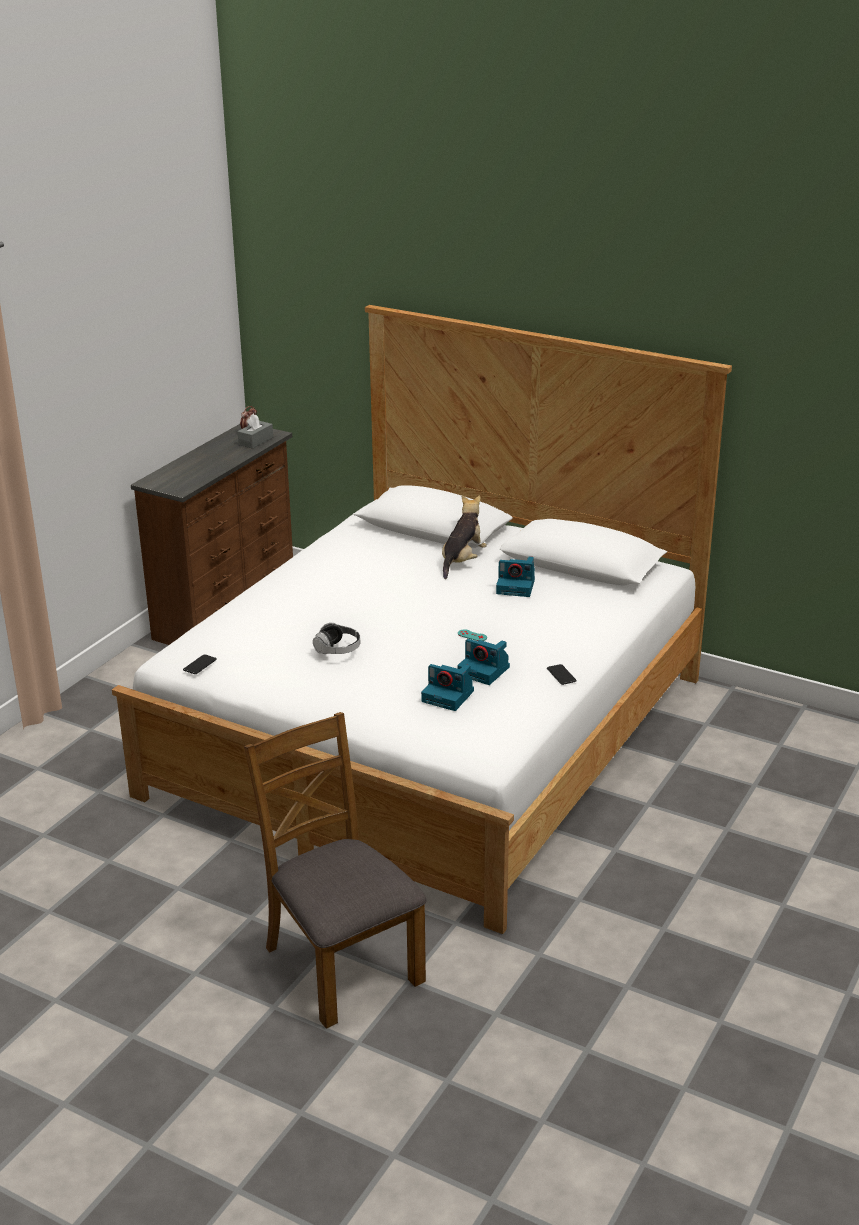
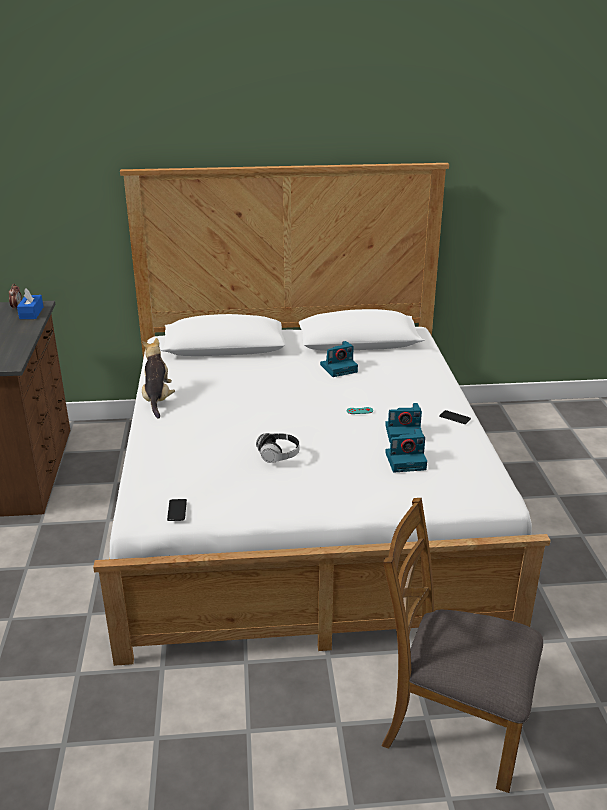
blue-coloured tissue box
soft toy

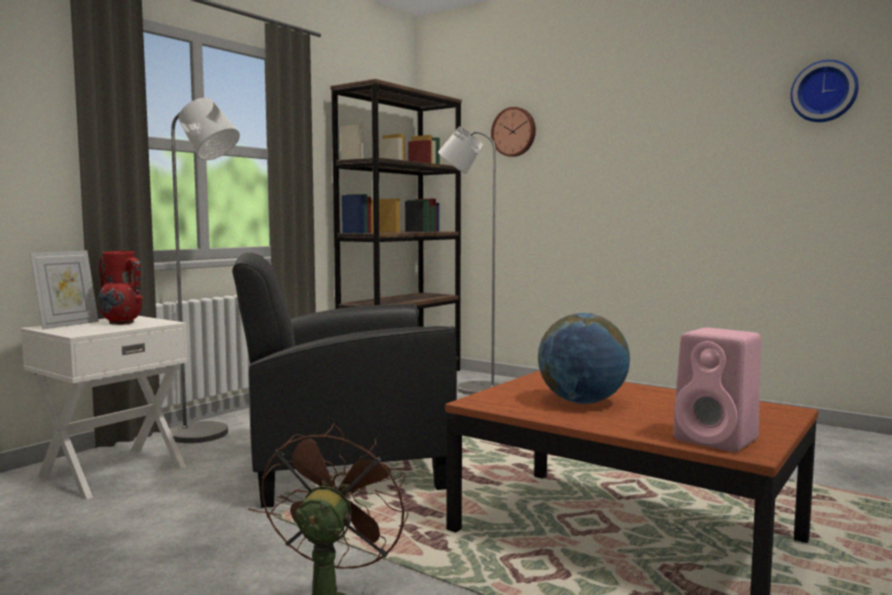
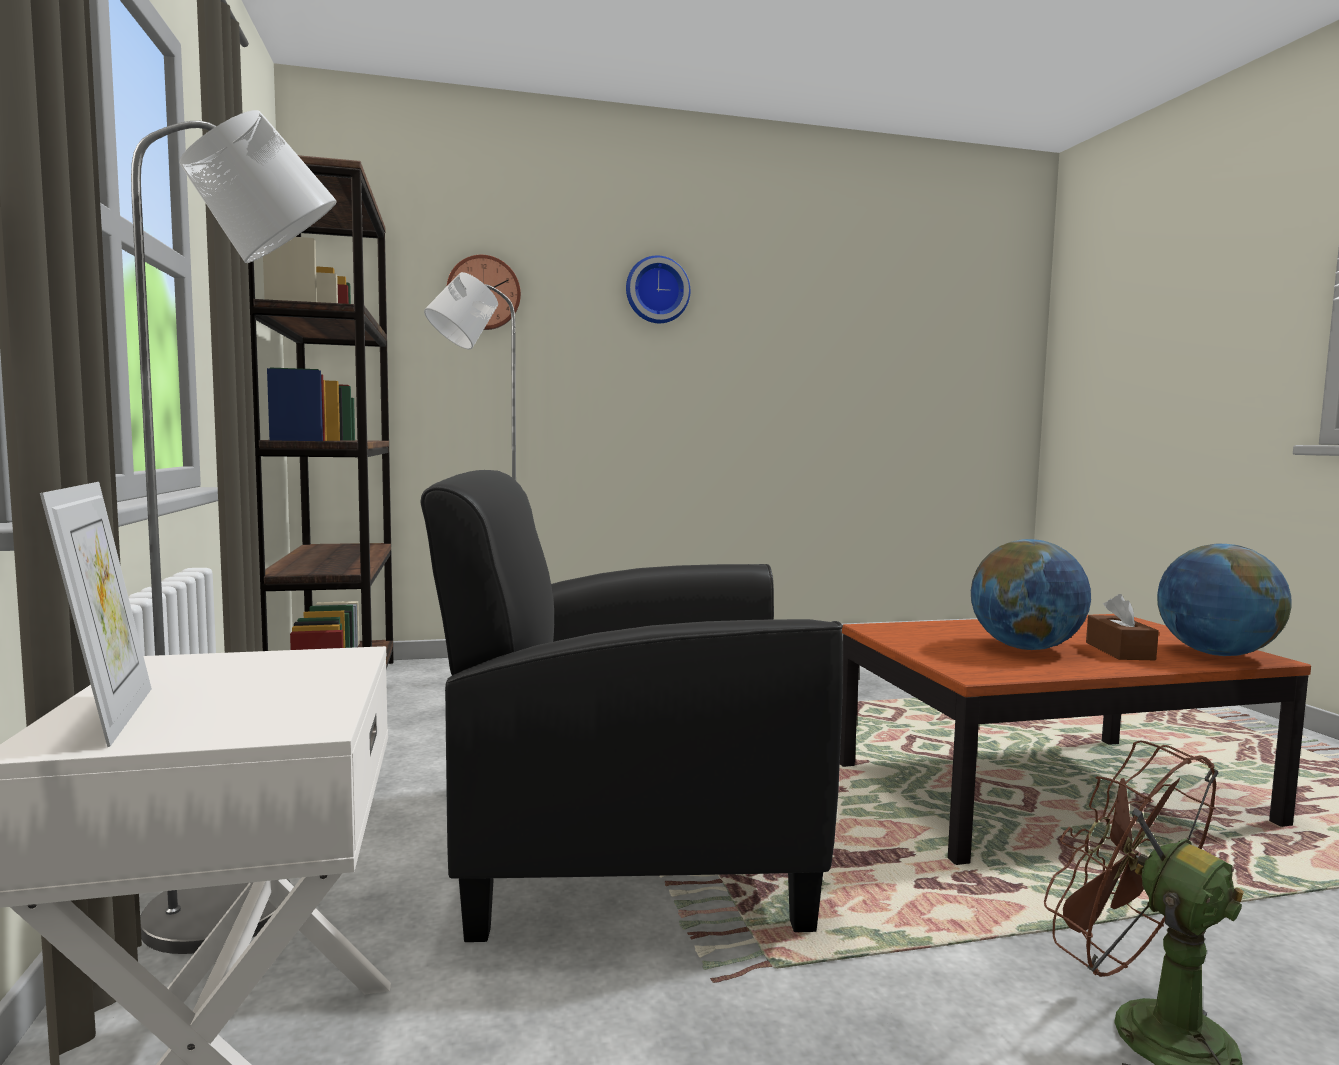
red decorative vase
black easy chair
world globe (no. 2 from left)
wall clock (no. 2 from left)
brown tissue box

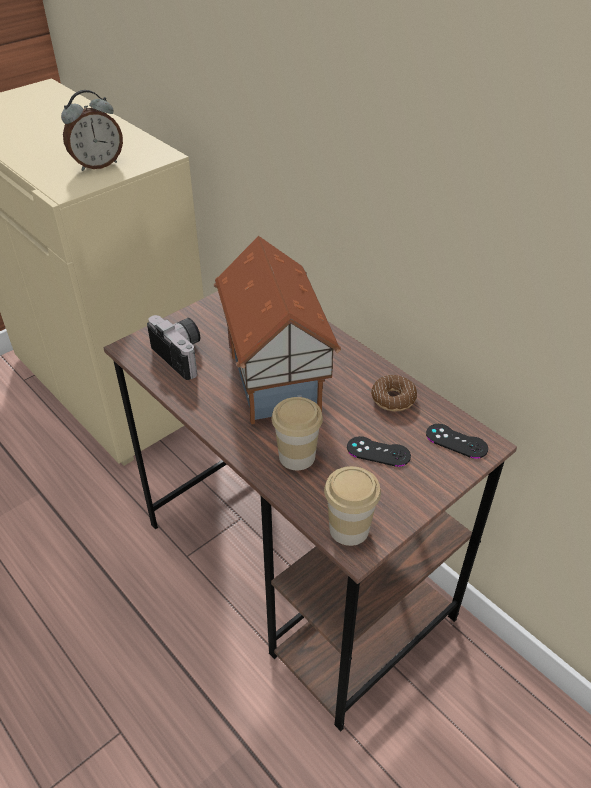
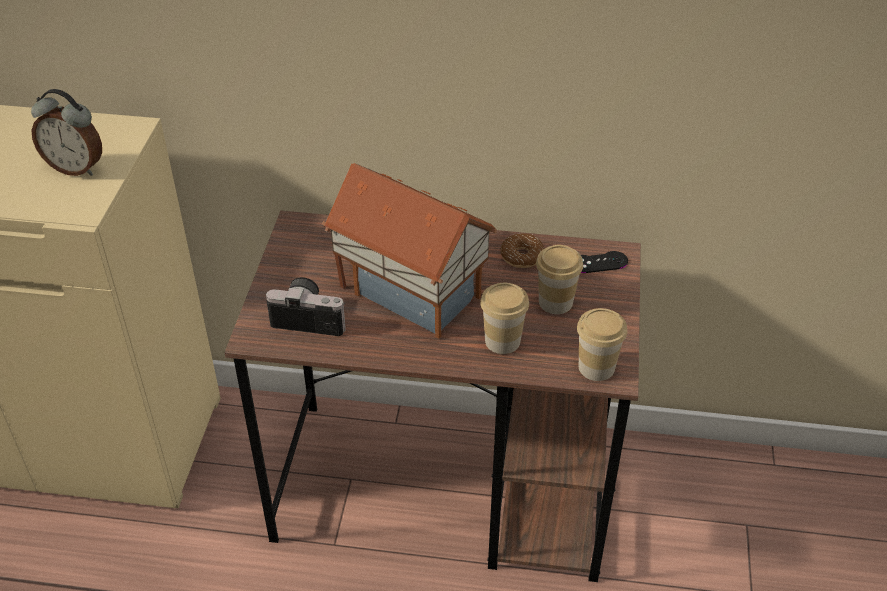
bedside clock
drinking cup (no. 2 from left)

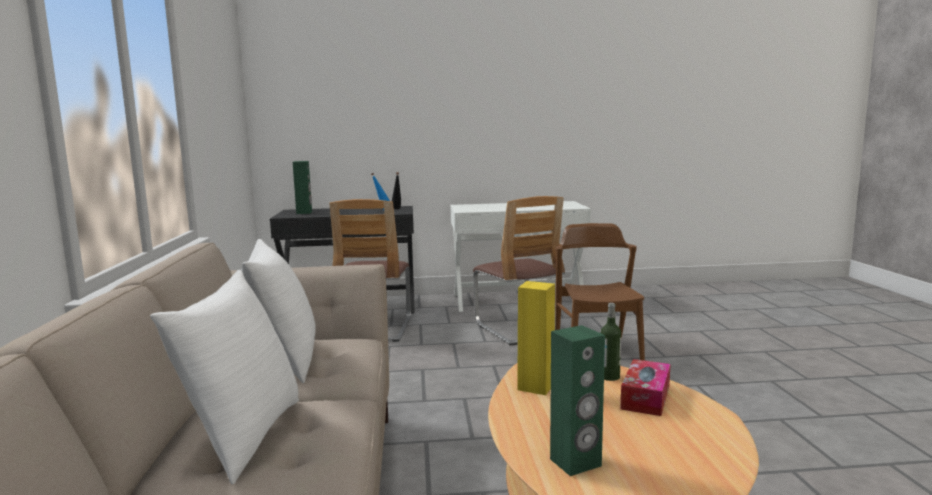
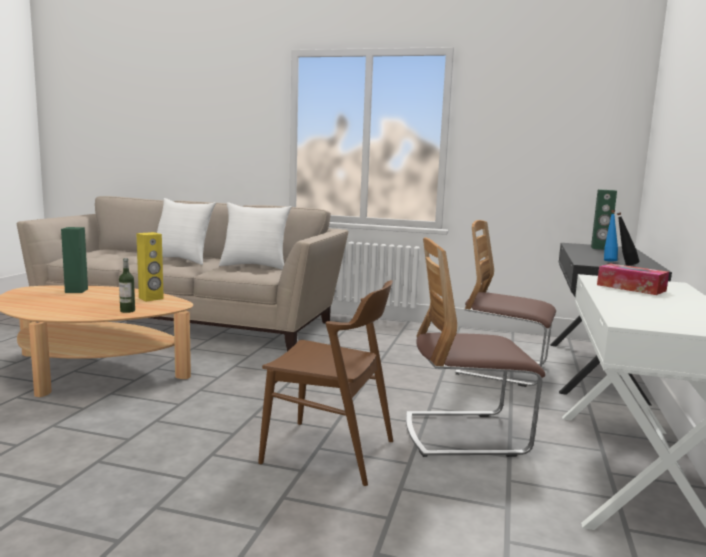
tissue box

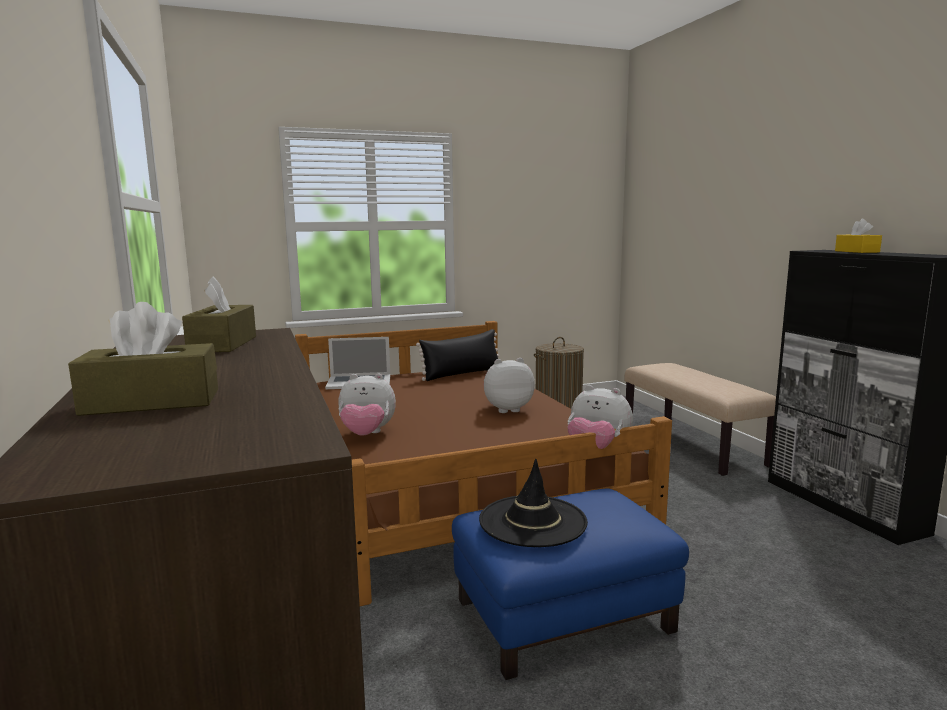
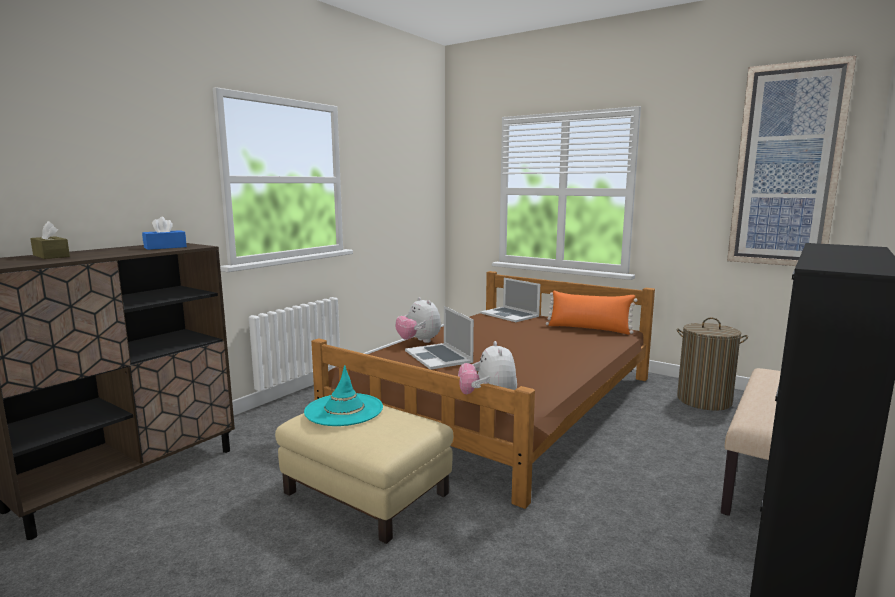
blue-coloured tissue box
orange-coloured throw pillow
beige ottoman
blue-green hat
soft toy (no. 2 from left in the first image)
yellowish tissue box
portable computer (no. 1 from left)
picture

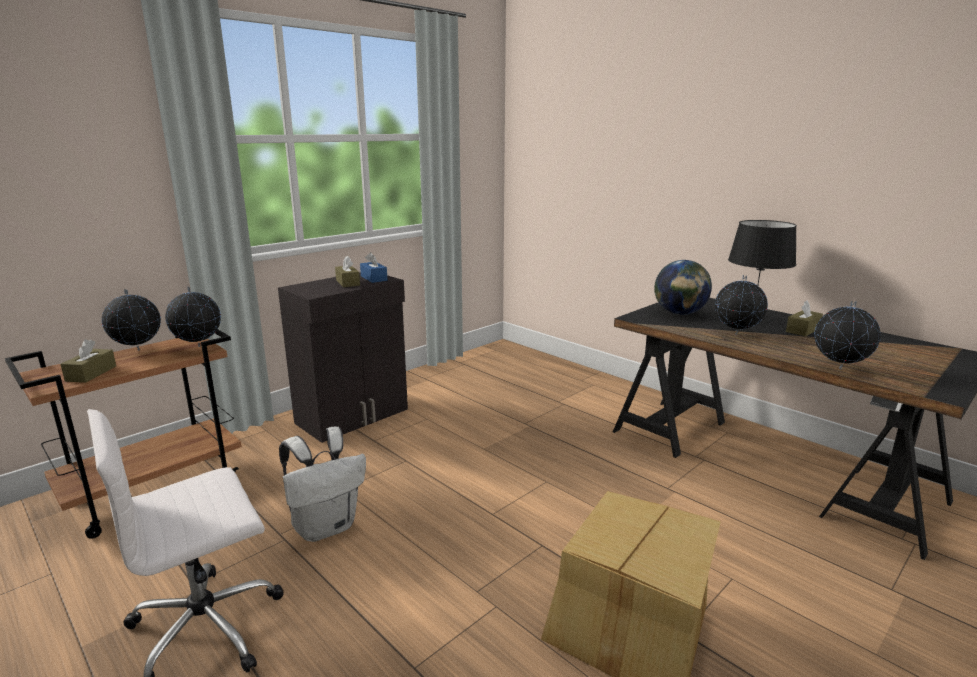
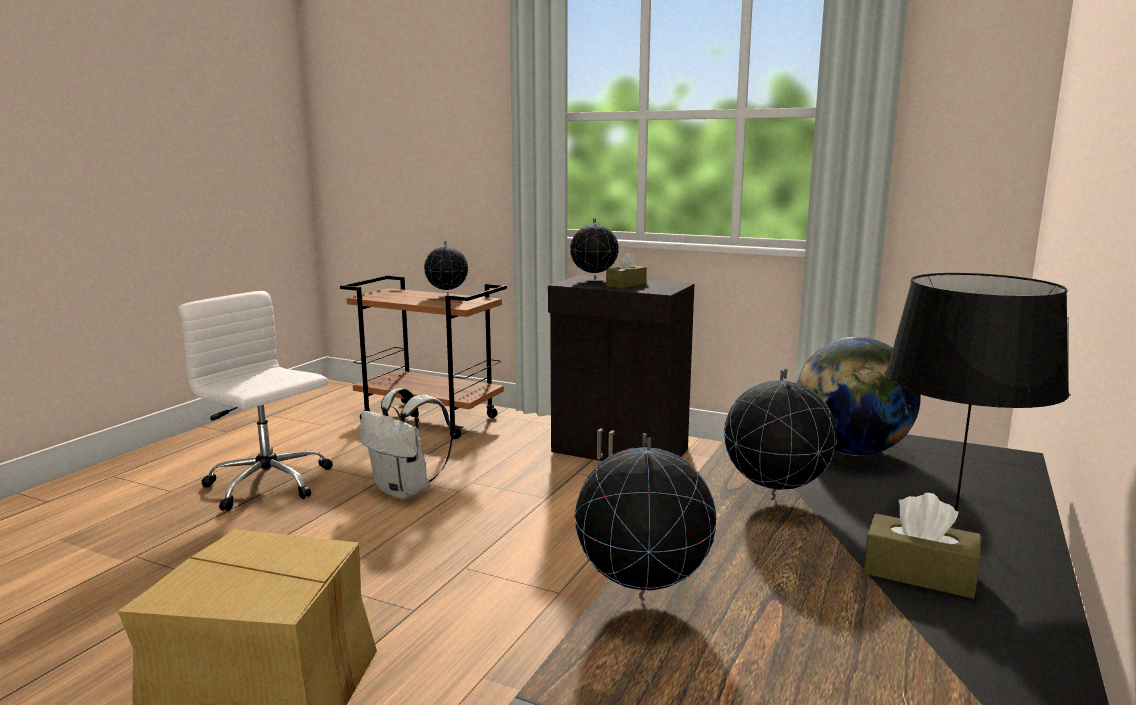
brown tissue box (no. 1 from left in the first image)
world globe (no. 2 from left)
blue-coloured tissue box

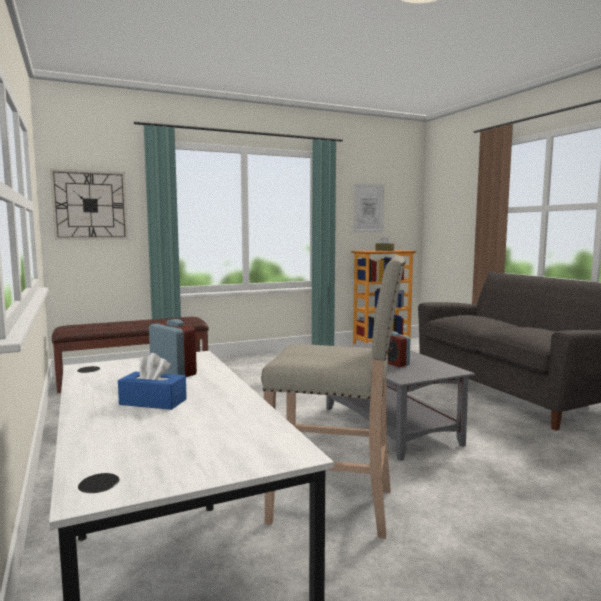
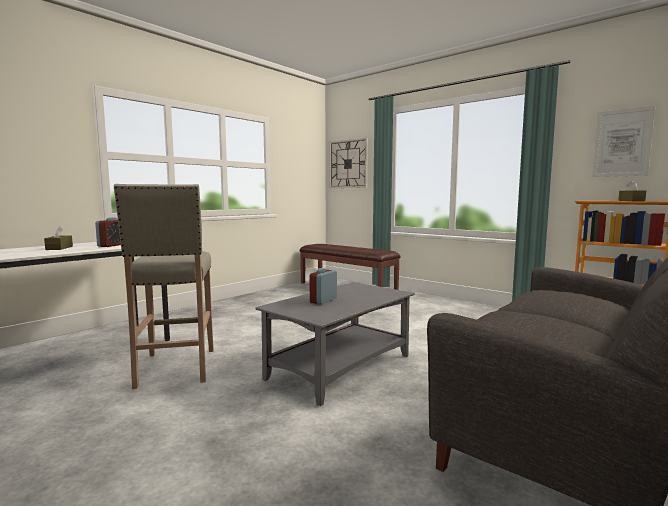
brown tissue box (no. 1 from left)

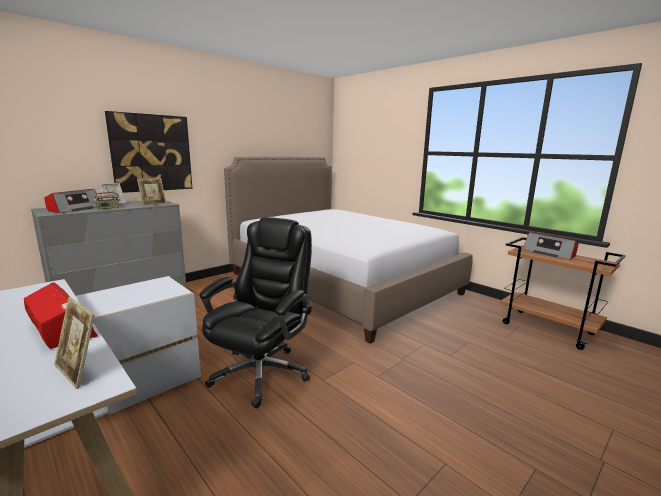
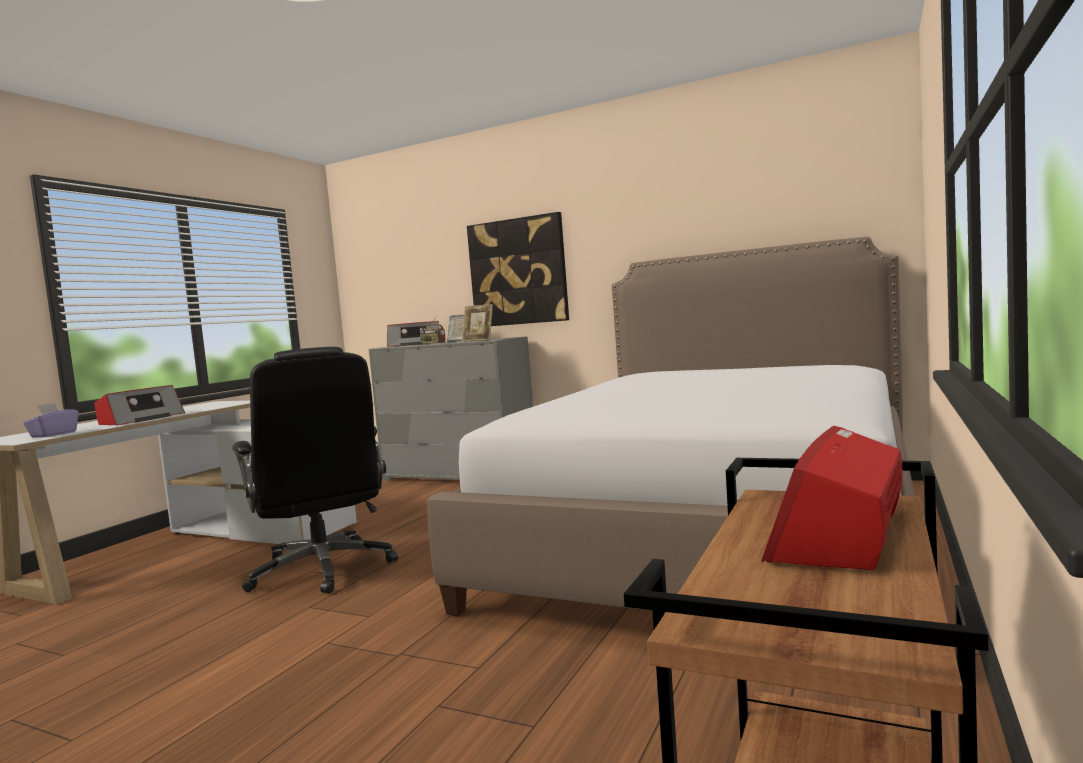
purple-coloured tissue box
black computer chair

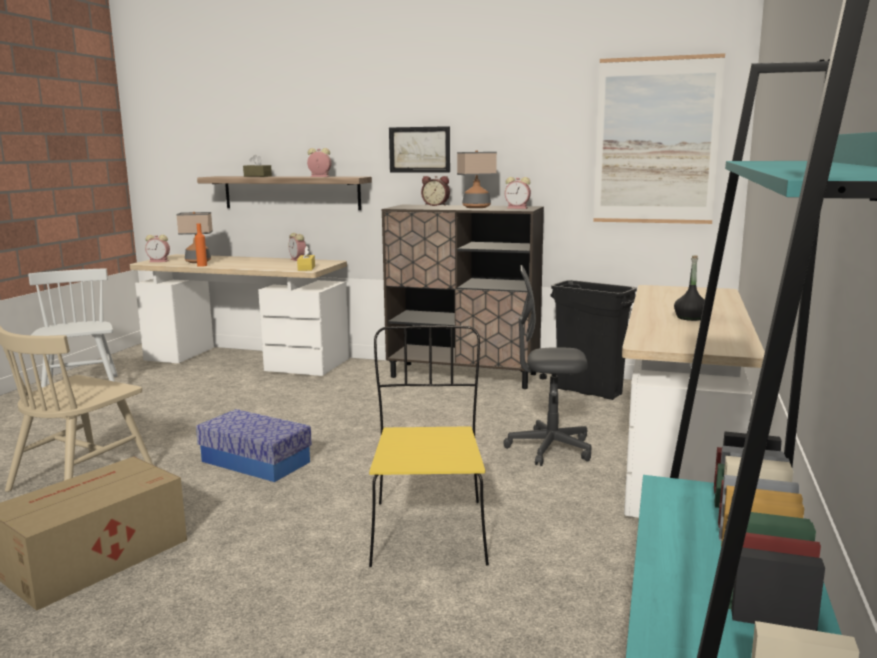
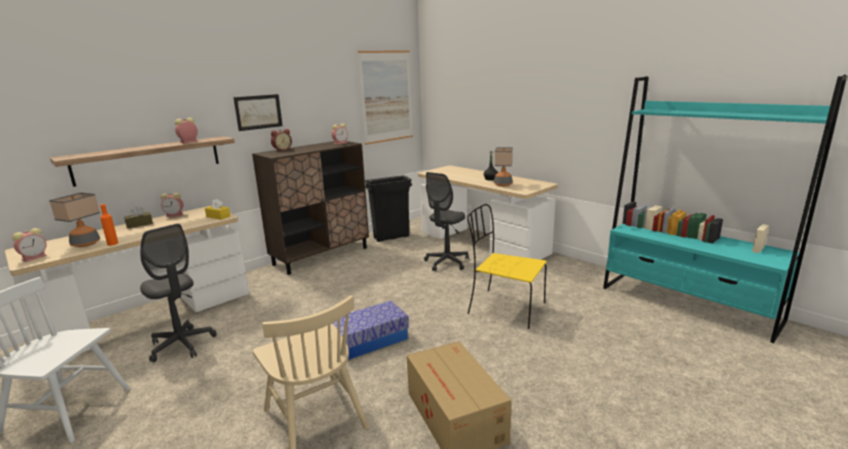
brown tissue box
lamp for a table (no. 2 from left)
greyish computer chair (no. 1 from left)

